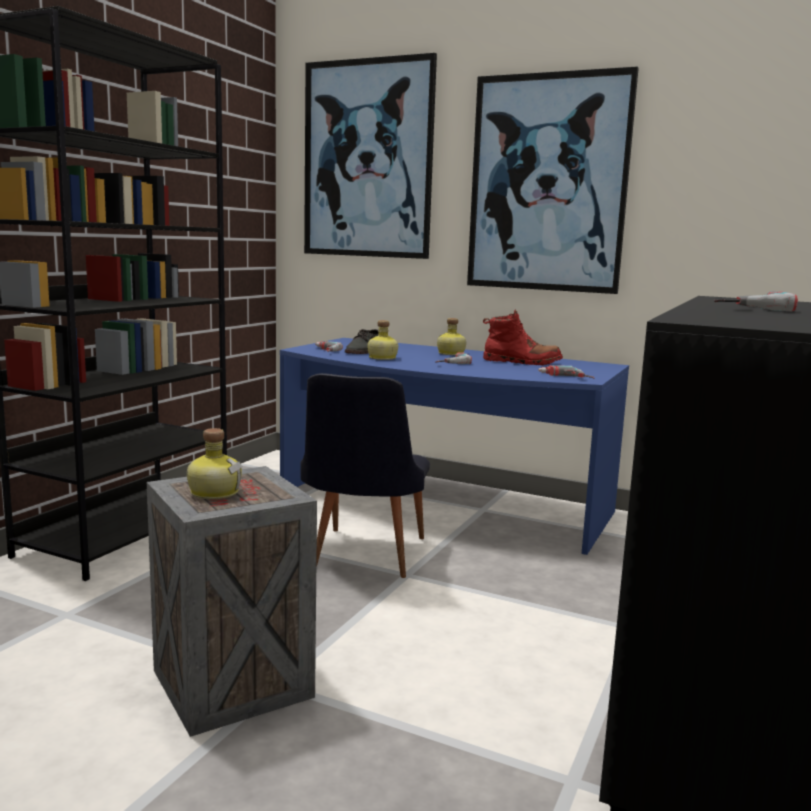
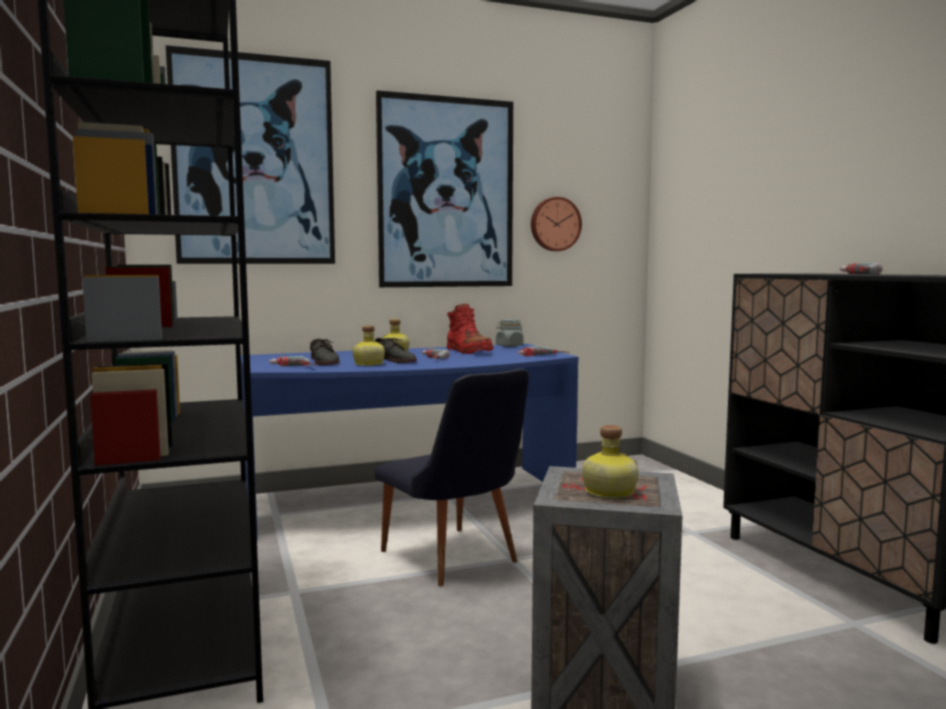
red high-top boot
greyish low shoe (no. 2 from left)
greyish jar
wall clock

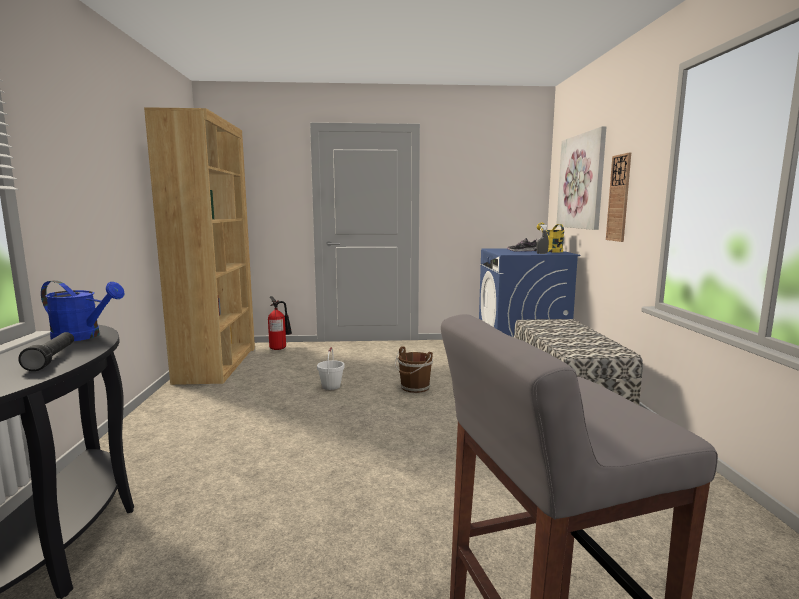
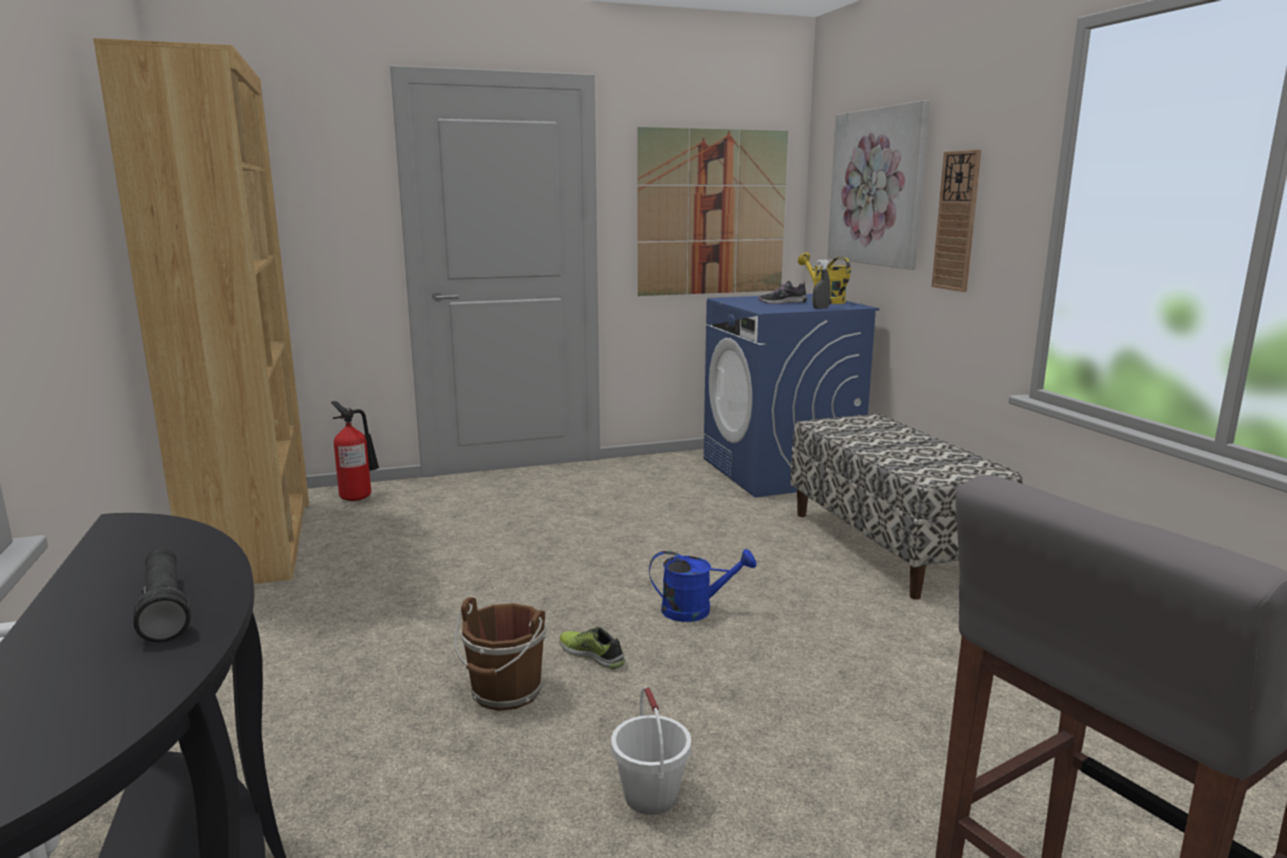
blue-coloured watering pot
white-coloured bucket
brown bucket
low shoe (no. 1 from left)
picture (no. 1 from left)

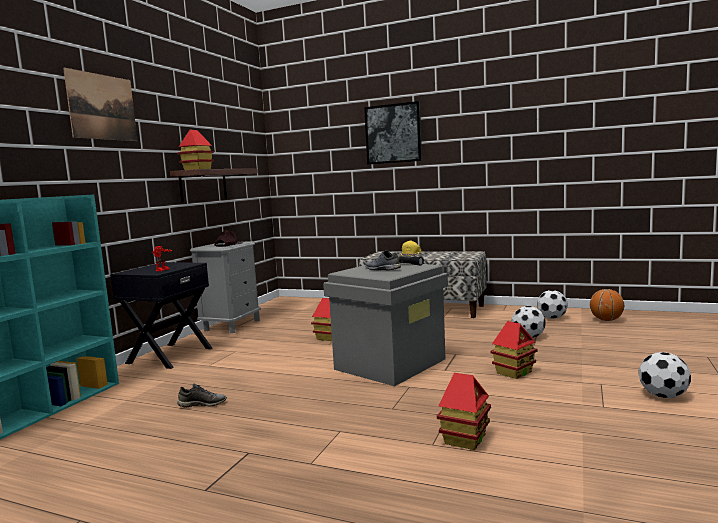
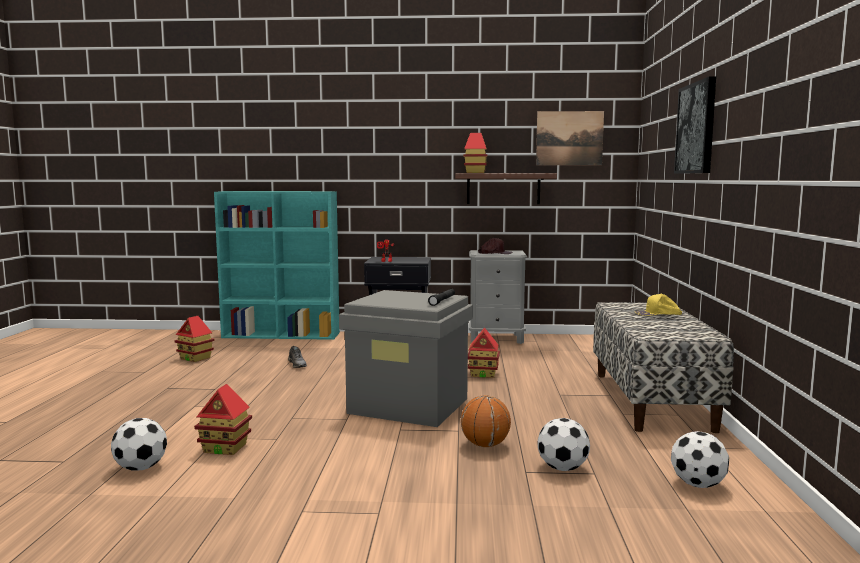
picture (no. 1 from left)
greyish low shoe (no. 2 from left in the first image)
miniature house (no. 1 from left)
basketball ball
football ball (no. 1 from left)

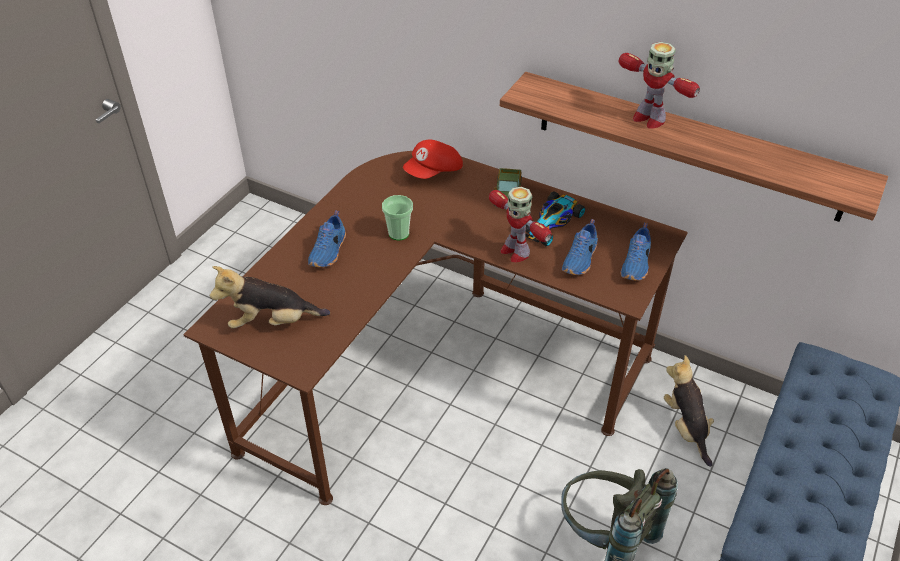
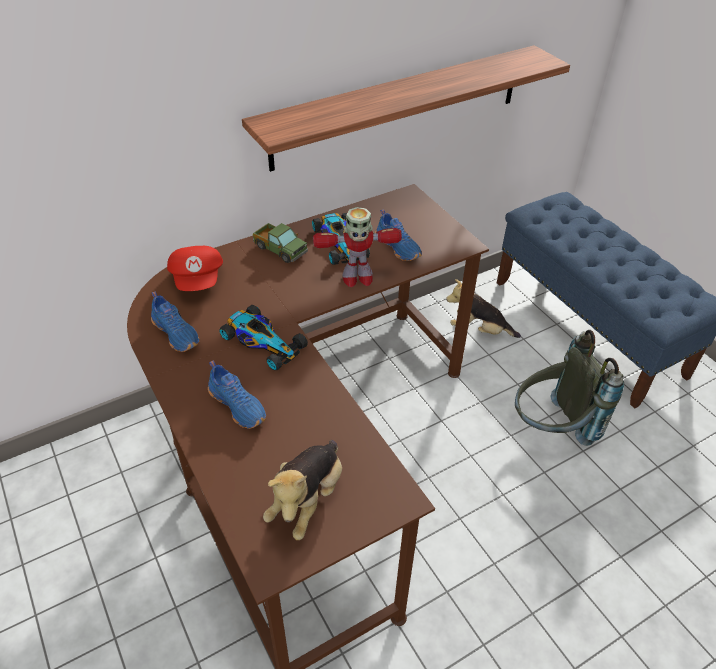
miniature car (no. 1 from left)
toy robot (no. 2 from left in the first image)
blue-coloured low shoe (no. 1 from left)

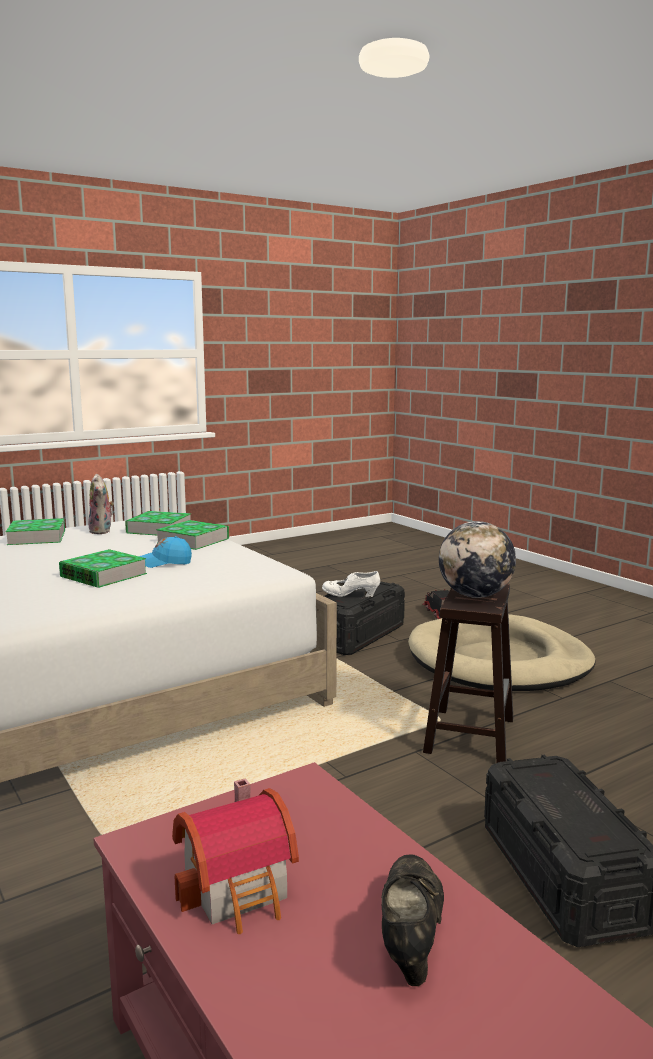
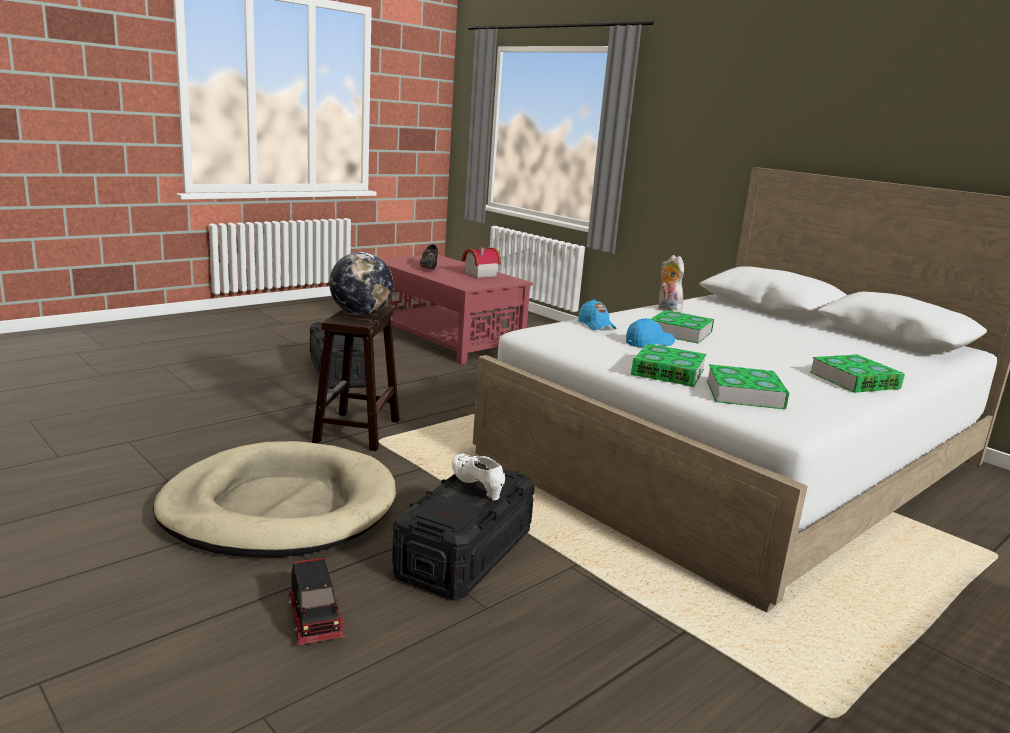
soft toy
white-coloured low shoe
blue-coloured peaked cap (no. 1 from left)

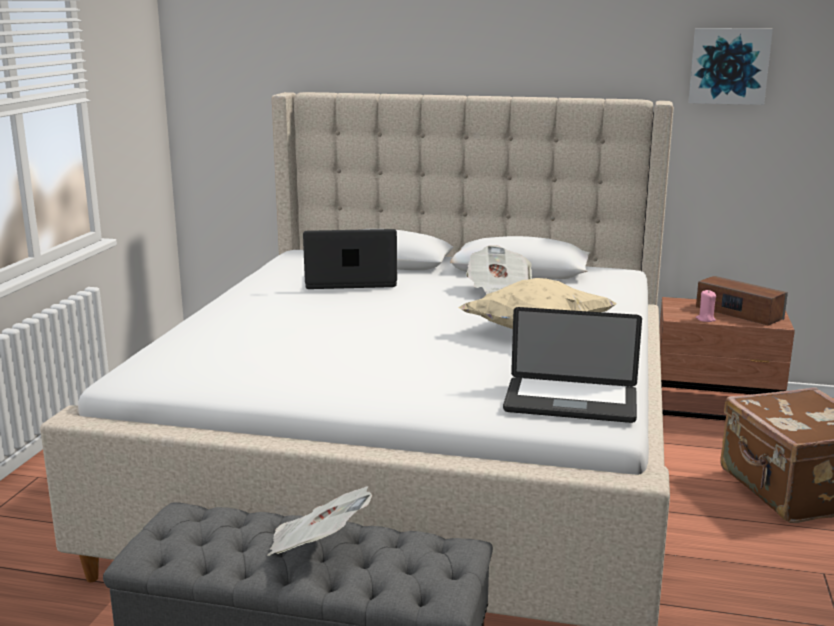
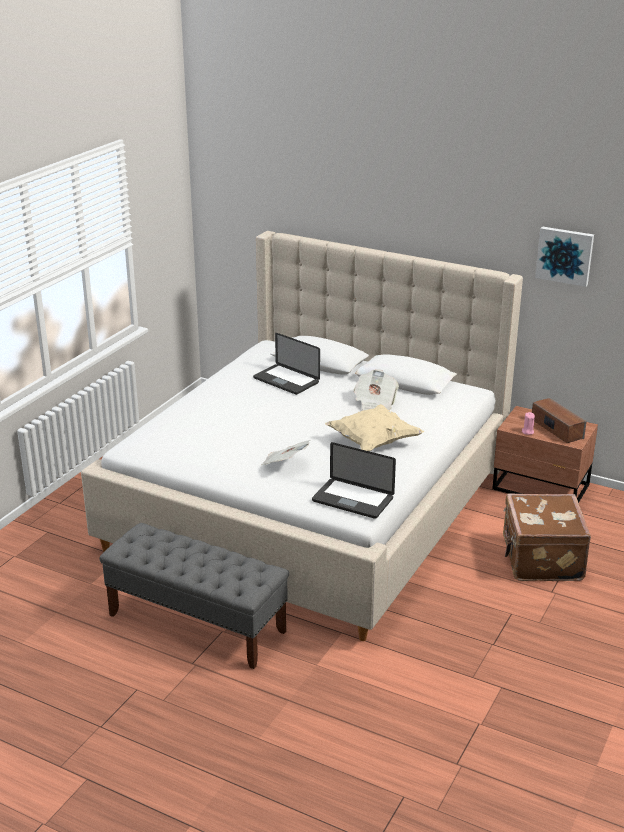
printed paper (no. 1 from left)
portable computer (no. 1 from left)

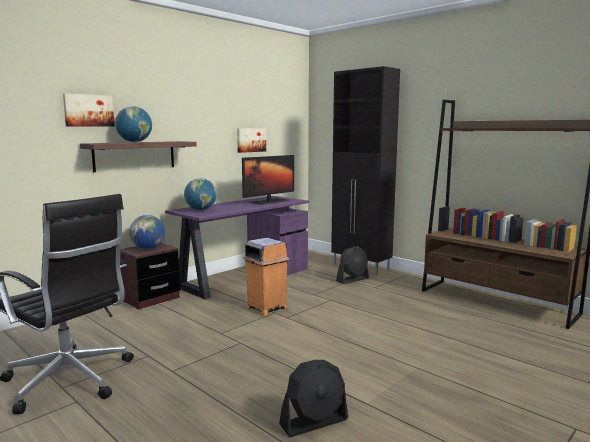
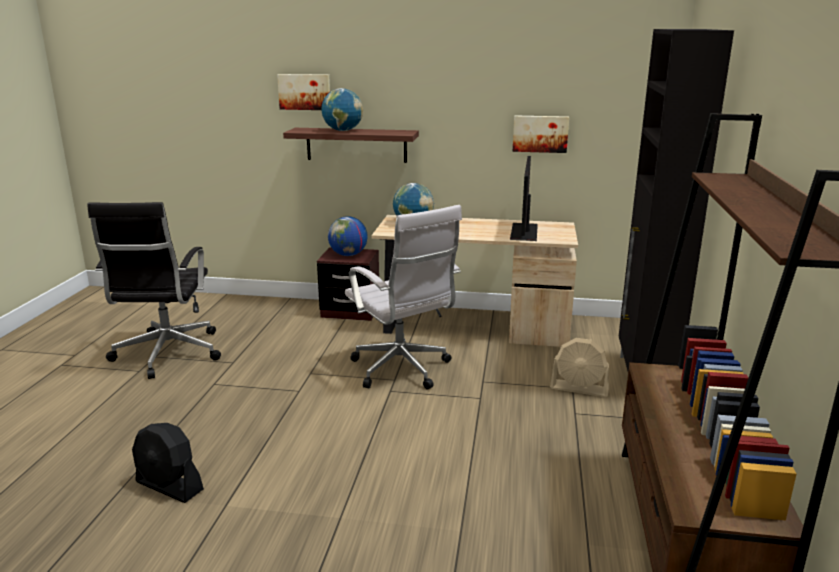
beige desk
computer display
white-coloured computer chair
beige electric fan

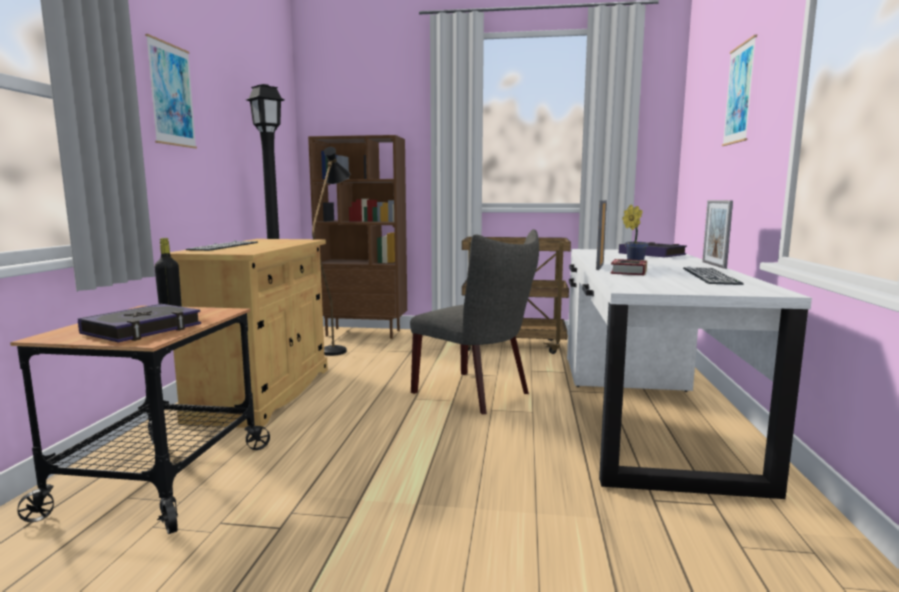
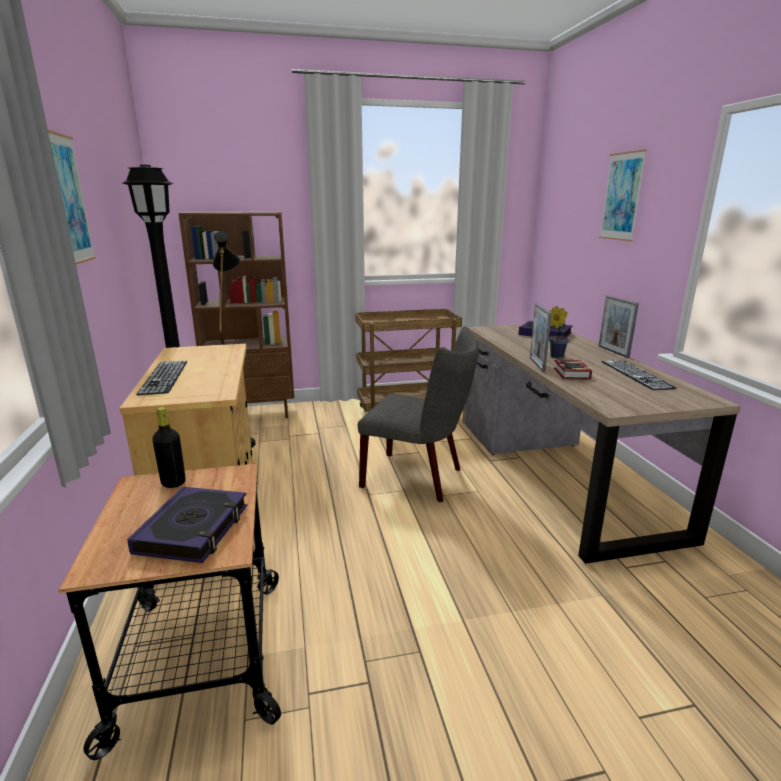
brown desk

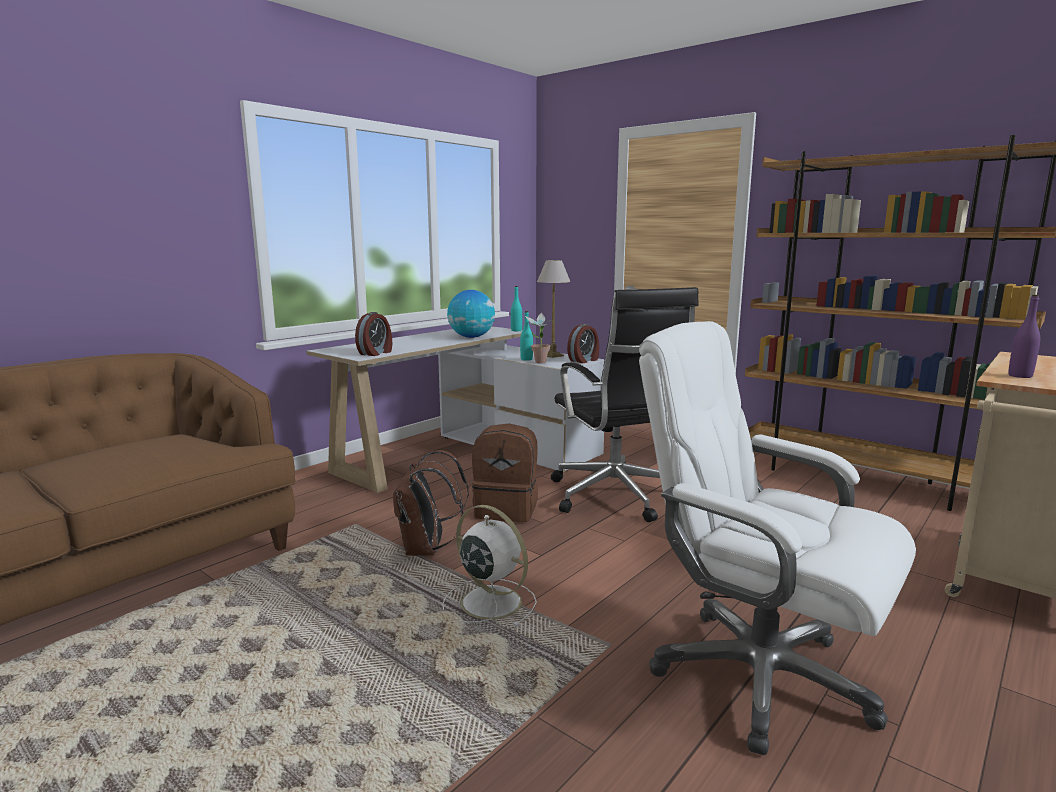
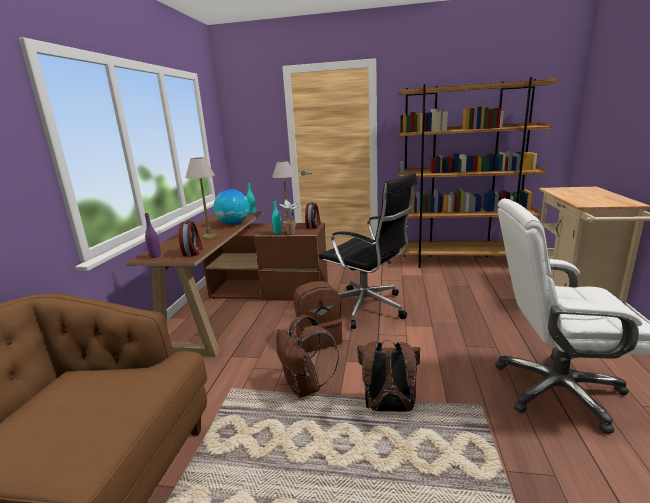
brown desk
brown rucksack (no. 3 from left)
purple-coloured bottle
lamp for a table (no. 1 from left)

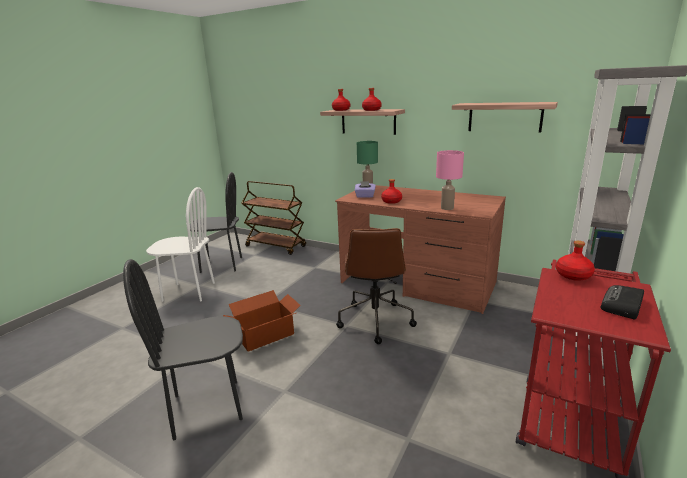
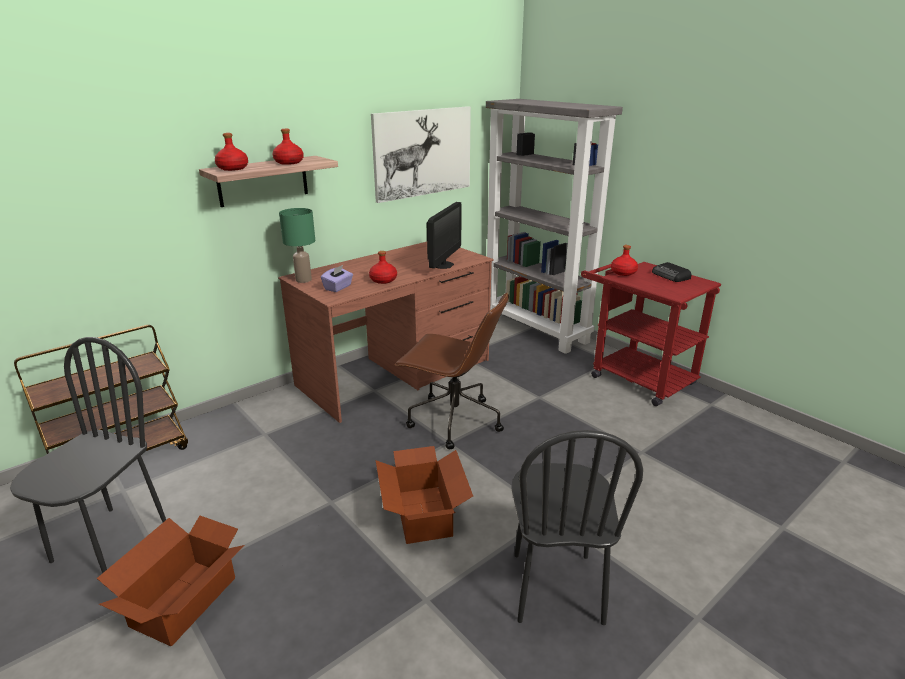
packing box (no. 1 from left)
computer display
picture

